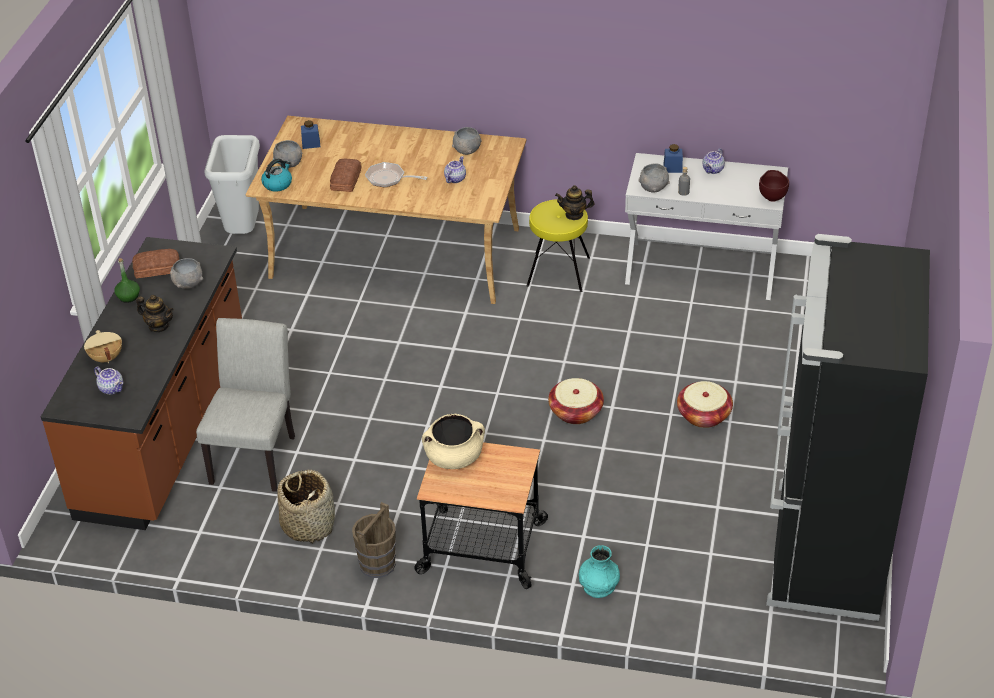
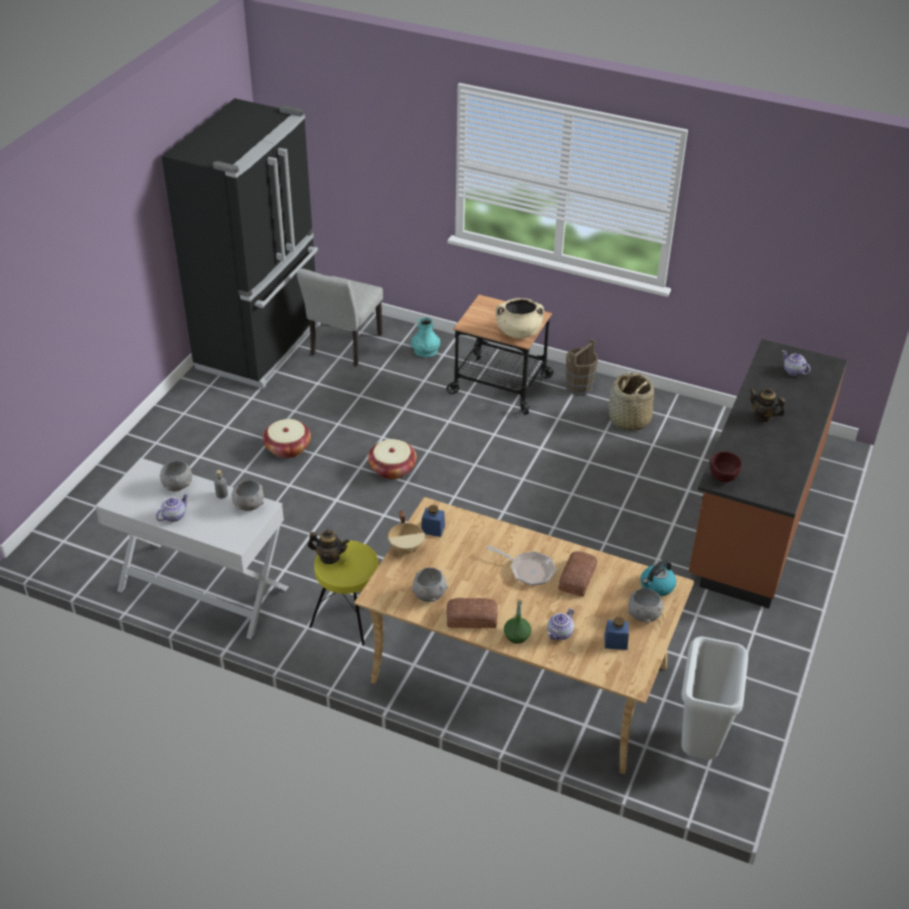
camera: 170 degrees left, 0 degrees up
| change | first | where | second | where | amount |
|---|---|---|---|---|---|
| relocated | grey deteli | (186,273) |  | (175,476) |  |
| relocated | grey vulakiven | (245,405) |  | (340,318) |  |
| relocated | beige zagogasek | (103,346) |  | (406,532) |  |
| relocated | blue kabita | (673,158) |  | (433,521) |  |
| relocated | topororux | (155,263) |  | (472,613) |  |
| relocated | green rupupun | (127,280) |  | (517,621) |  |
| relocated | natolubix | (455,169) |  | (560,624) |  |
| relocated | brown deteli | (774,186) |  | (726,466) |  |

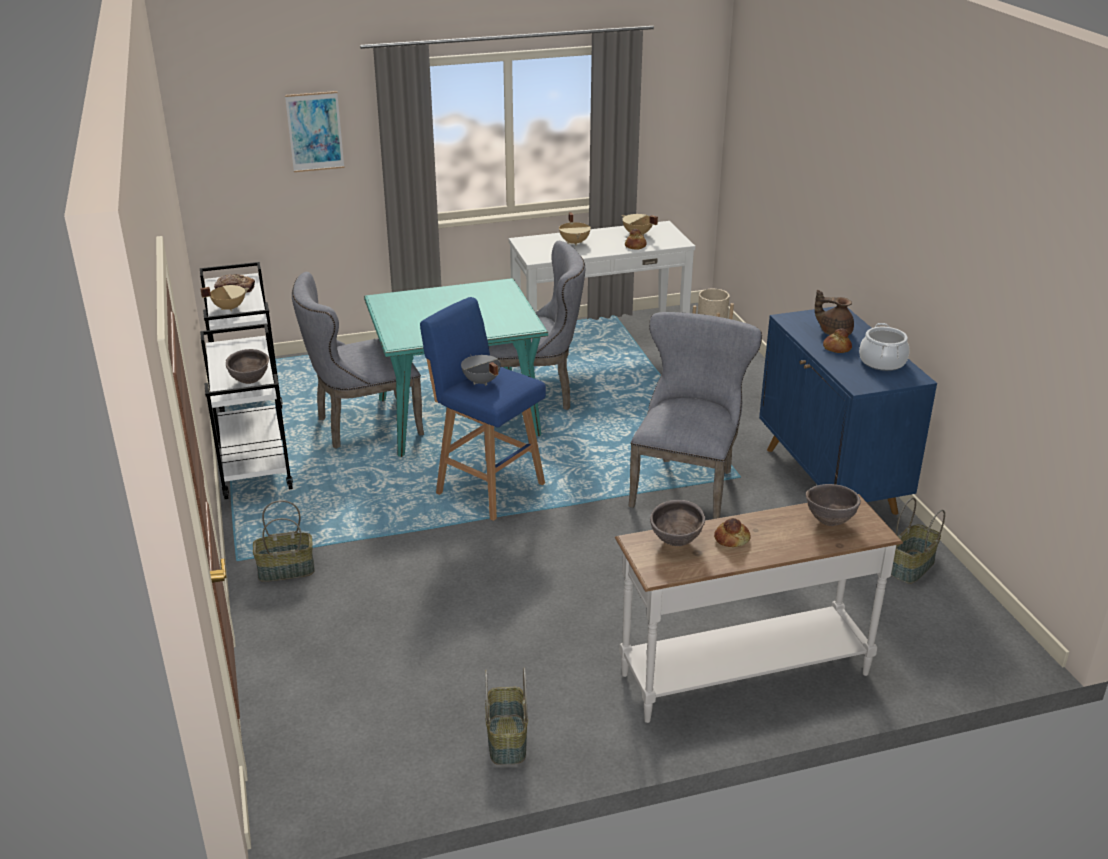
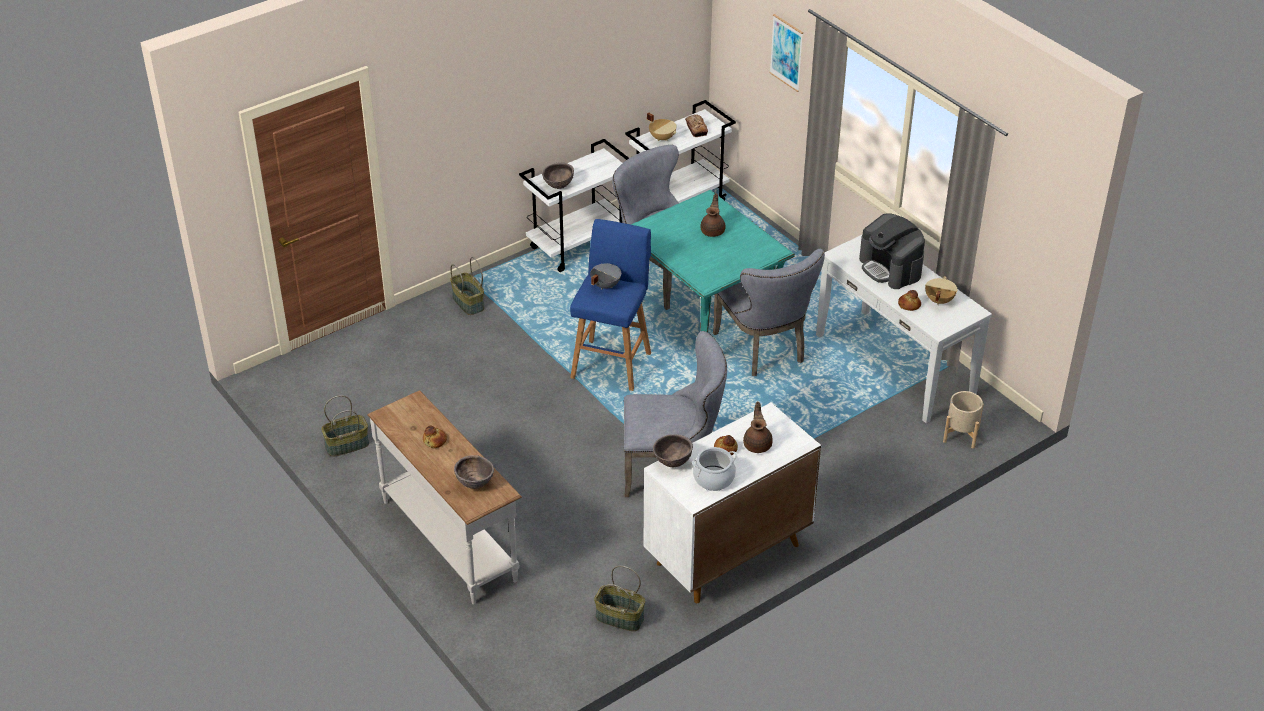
camera: 70 degrees right, 10 degrees up
| change | first | where | second | where | amount |
|---|---|---|---|---|---|
| colour | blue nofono | (848,410) | white nofono | (732,503) |  |
| relocated | brown deteli | (677,523) |  | (673,451) |  |
| appeared |  |  | brown natolubix | (712,215) |  |
| exchanged | beige zagogasek | (575,229) | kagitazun | (892,251) |  |

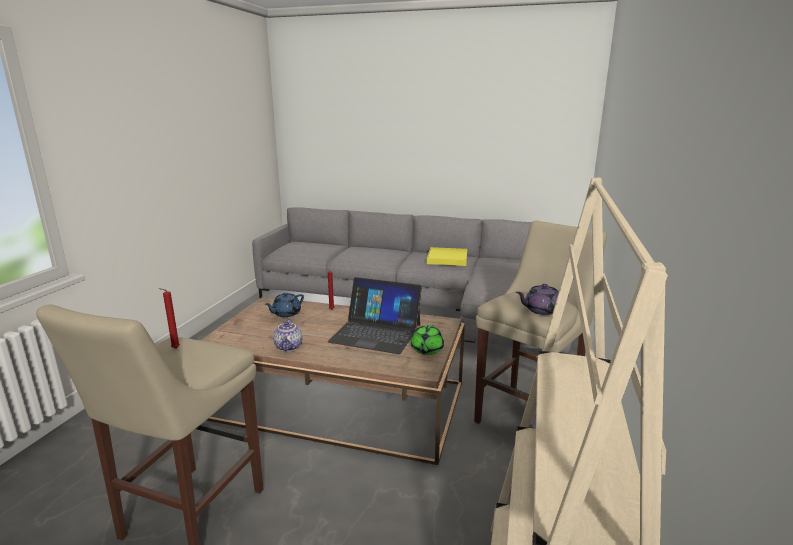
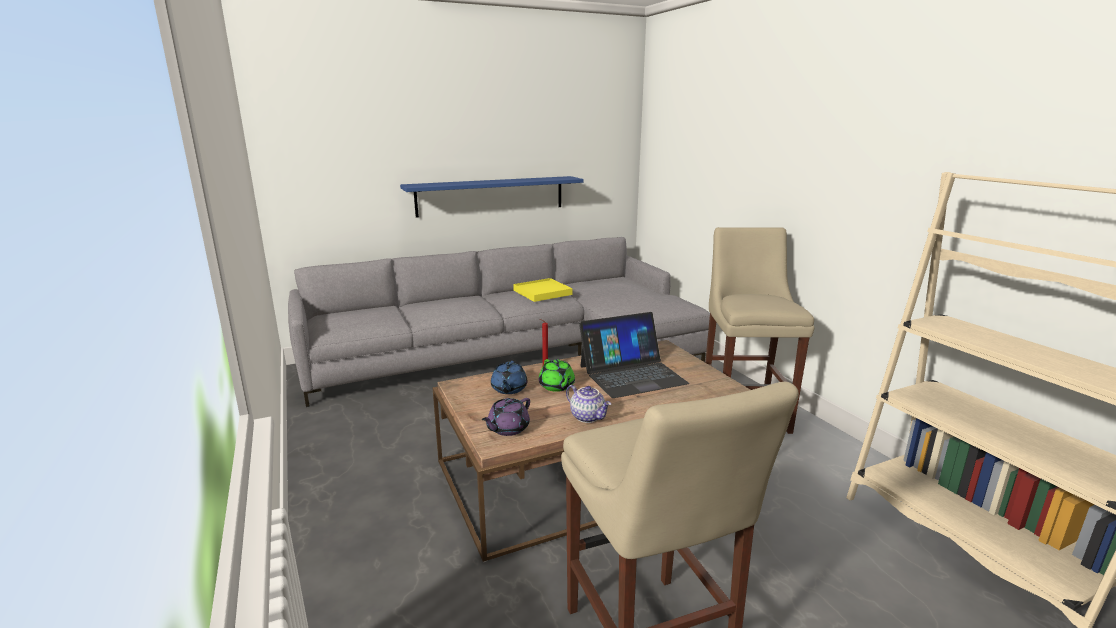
camera: 40 degrees left, 0 degrees up
| change | first | where | second | where | amount |
|---|---|---|---|---|---|
| appeared |  |  | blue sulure | (491,196) |  |
| relocated | purple natolubix | (542,299) |  | (506,417) |  |
| relocated | green natolubix | (427,339) |  | (557,375) |  |
| missing | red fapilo | (169,318) |  |  |  |

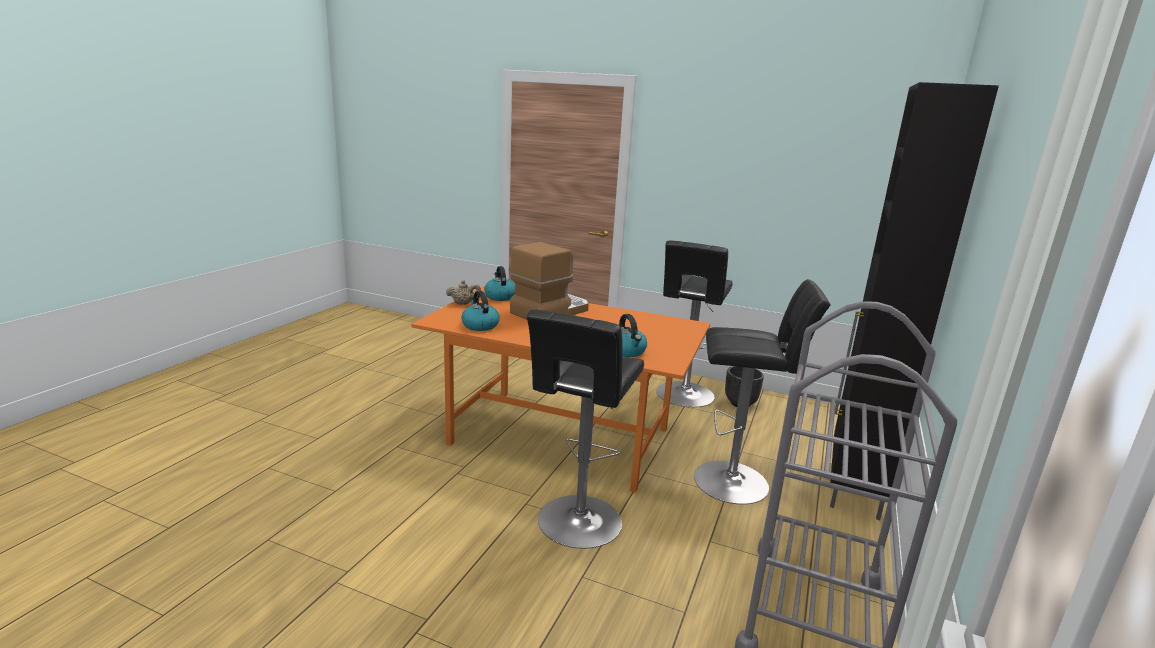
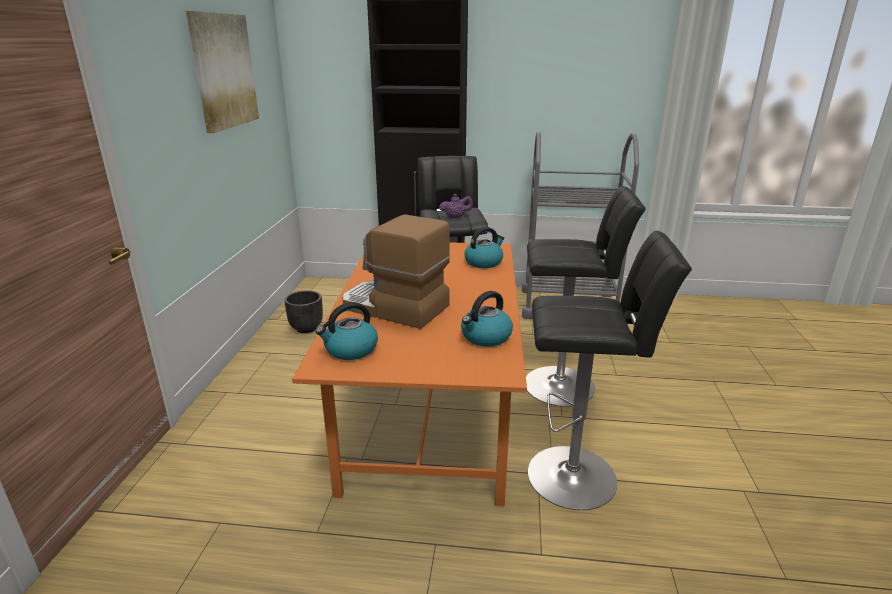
camera: 105 degrees left, 5 degrees up
| change | first | where | second | where | amount |
|---|---|---|---|---|---|
| appeared |  |  | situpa | (222,72) |  |
| appeared |  |  | purple natolubix | (456,206) |  |
| relocated | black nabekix | (694,323) |  | (610,370) |  |
| missing | beige natolubix | (463,292) |  |  |  |

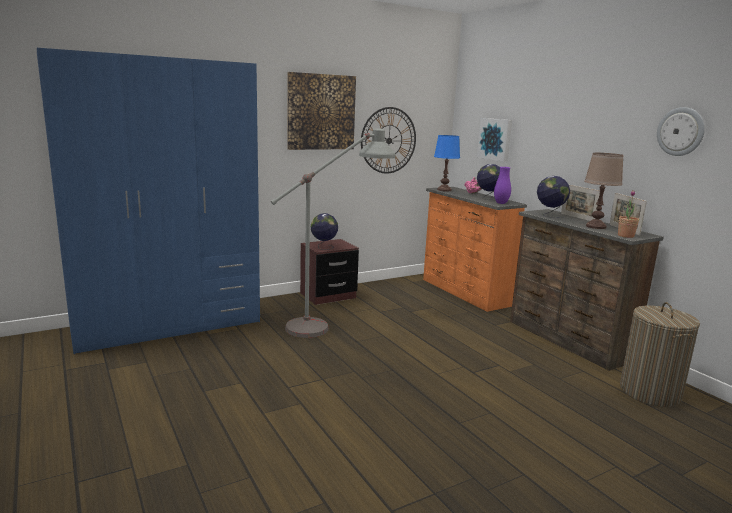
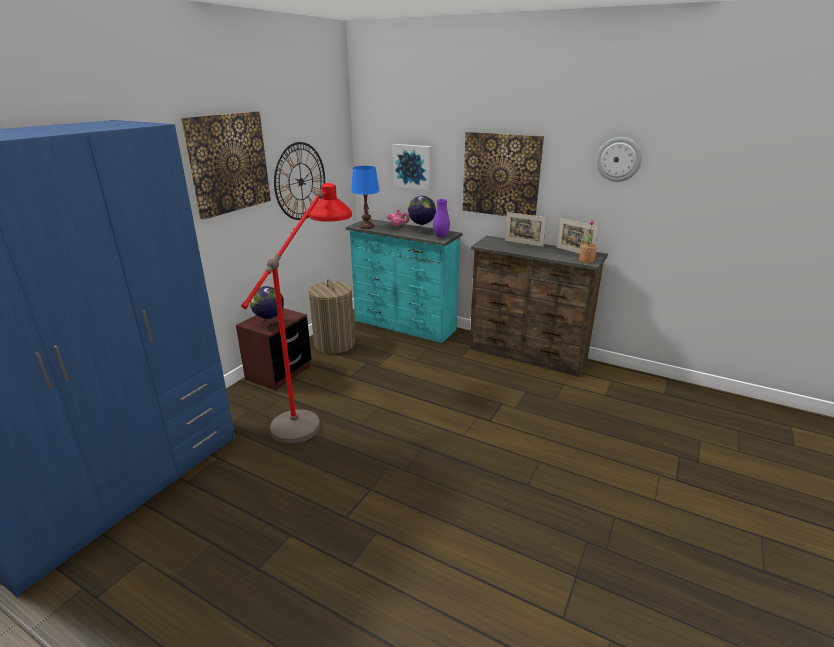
camera: 30 degrees left, 10 degrees up
| change | first | where | second | where | amount |
|---|---|---|---|---|---|
| colour | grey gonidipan | (333,233) | red gonidipan | (296,313) |  |
| relocated | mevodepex | (660,354) |  | (331,316) |  |
| colour | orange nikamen | (475,249) | turquoise nikamen | (404,281) |  |
| appeared |  |  | situpa | (503,174) |  |
| missing | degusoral | (553,197) |  |  |  |
| missing | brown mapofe | (603,191) |  |  |  |

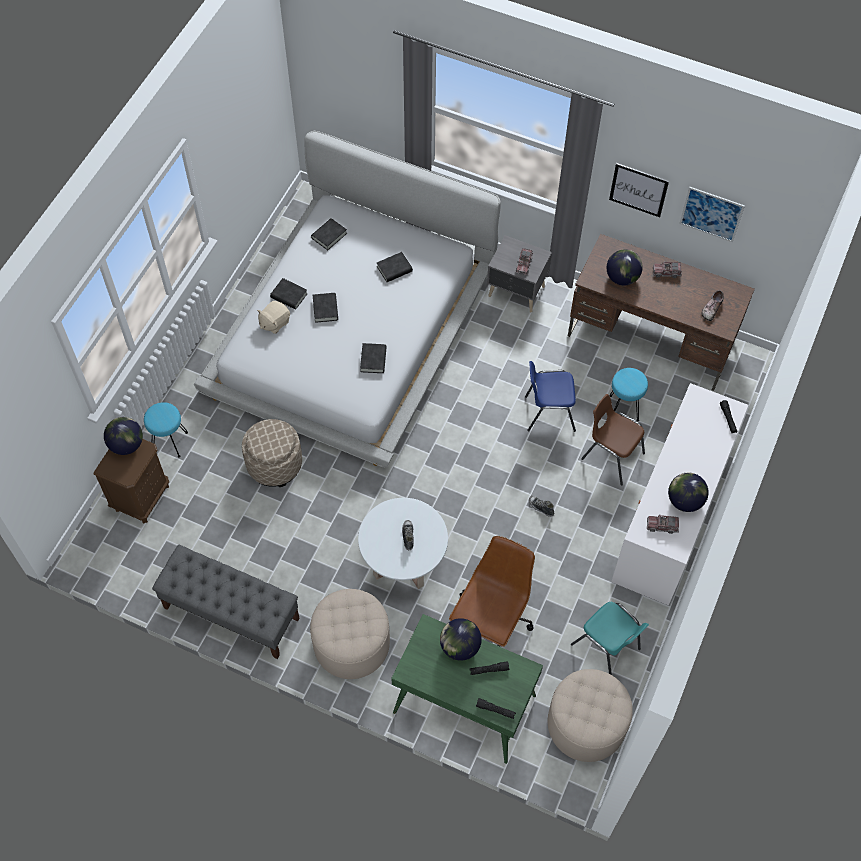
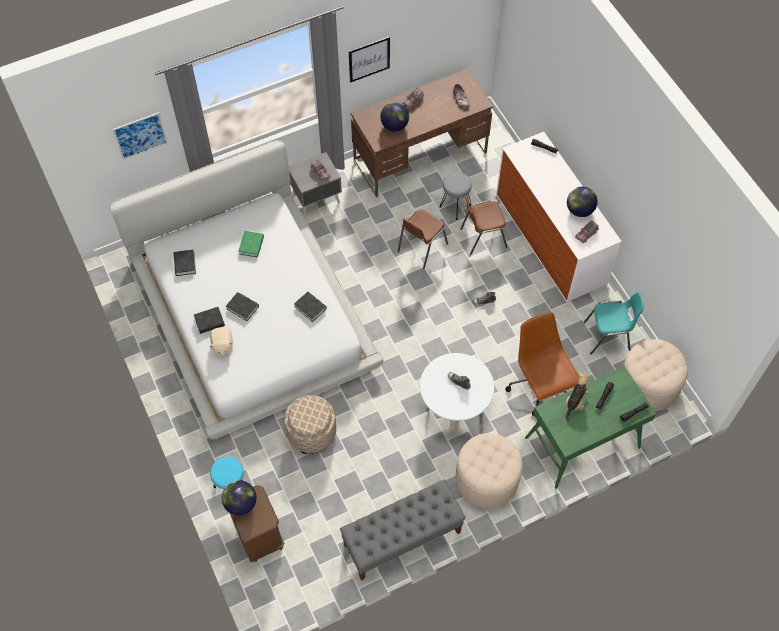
camera: 50 degrees left, 0 degrees up
| change | first | where | second | where | amount |
|---|---|---|---|---|---|
| relocated | situpa | (712,214) |  | (140,136) |  |
| colour | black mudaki | (395,267) | green mudaki | (251,244) |  |
| colour | blue vulakiven | (550,396) | brown vulakiven | (423,239) |  |
| colour | turquoise nabekix | (628,394) | grey nabekix | (455,196) |  |
| exchanged | degusoral | (461,639) | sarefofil | (577,397) |  |

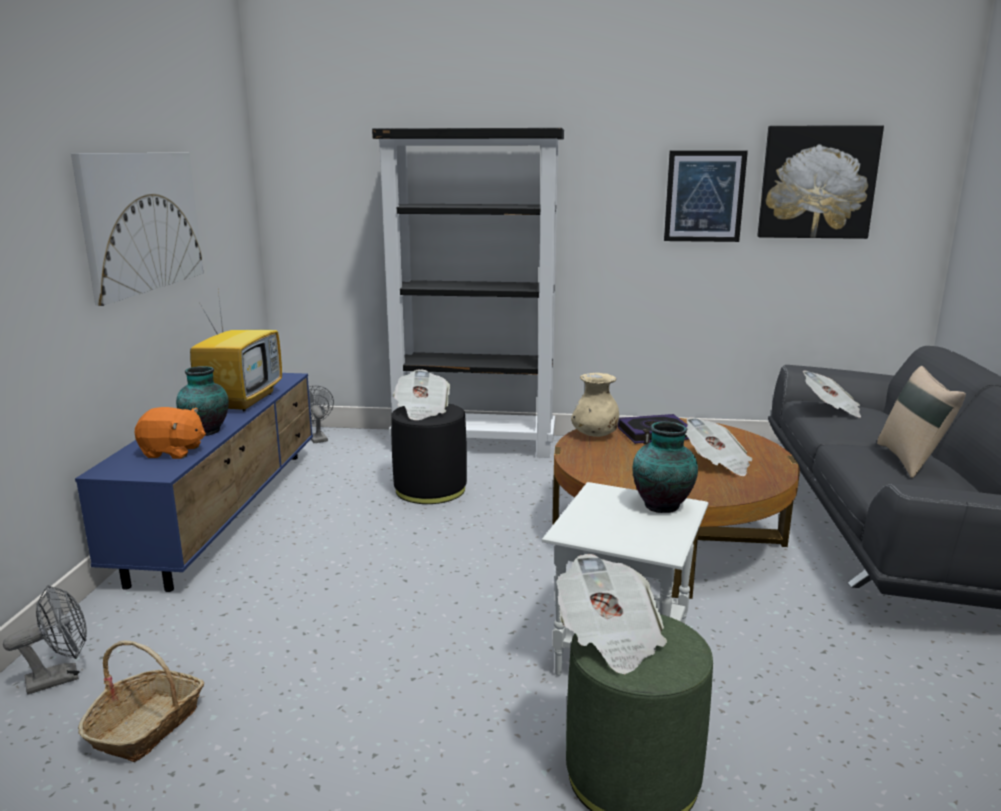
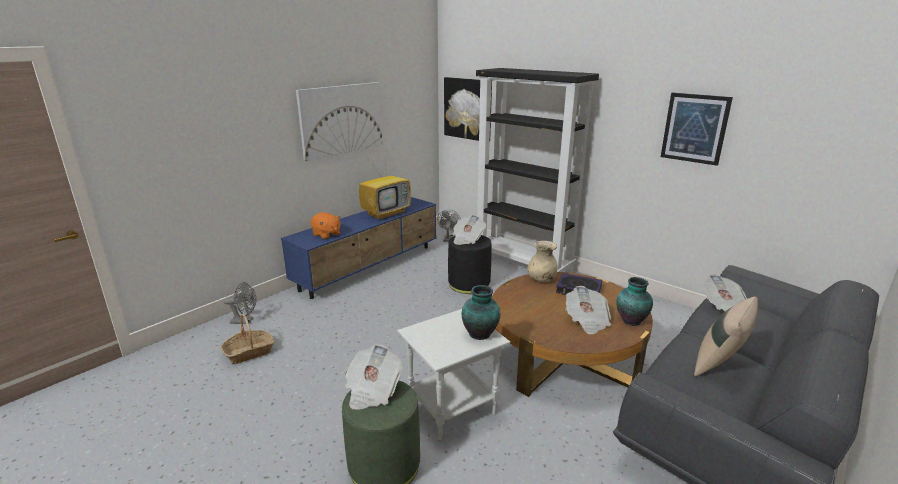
camera: 35 degrees right, 5 degrees up
| change | first | where | second | where | amount |
|---|---|---|---|---|---|
| relocated | situpa | (820,182) |  | (468,109) |  |
| relocated | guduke | (202,401) |  | (635,301) |  |

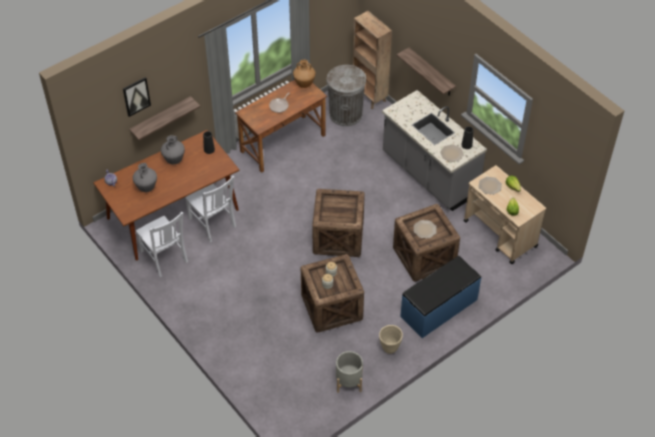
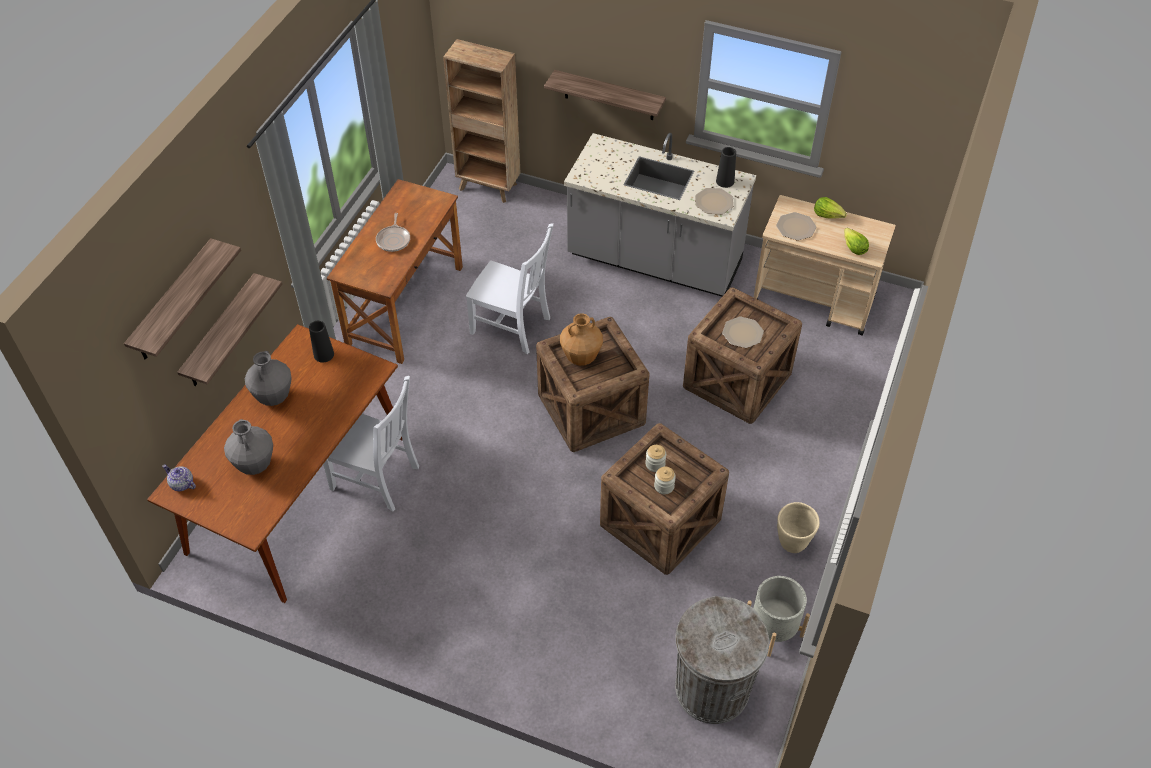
camera: 30 degrees left, 0 degrees up
| change | first | where | second | where | amount |
|---|---|---|---|---|---|
| exchanged | situpa | (137,97) | sulure | (182,299) |  |
| relocated | white vulakiven | (162,244) |  | (510,288) |  |
| relocated | brown guduke | (304,73) |  | (581,339) |  |
| relocated | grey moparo | (346,95) |  | (722,660) |  |
| missing | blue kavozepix | (440,297) |  |  |  |

